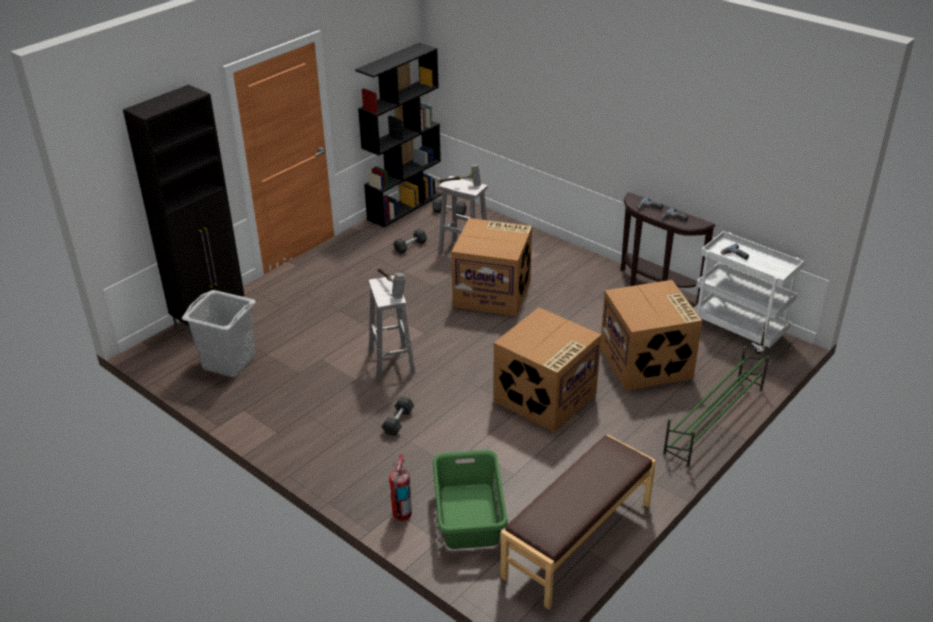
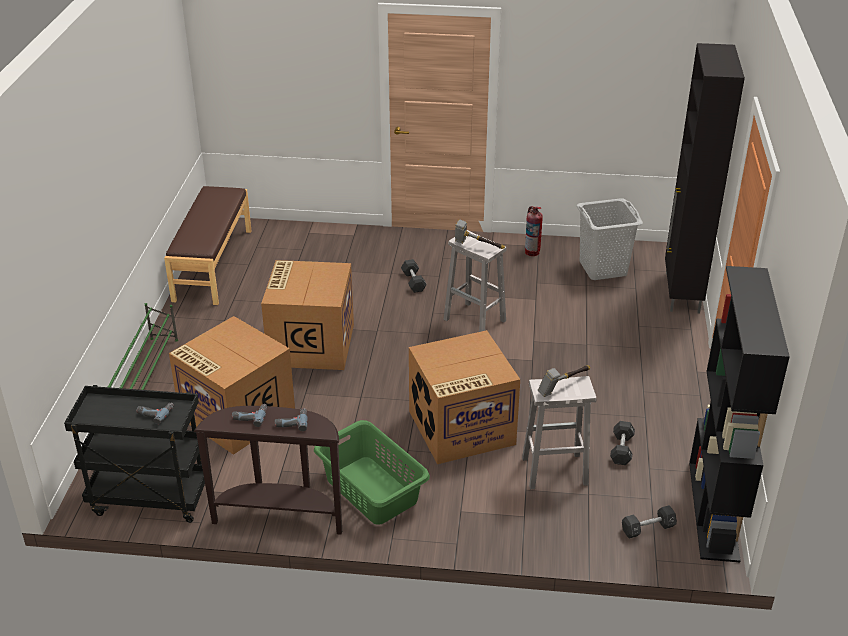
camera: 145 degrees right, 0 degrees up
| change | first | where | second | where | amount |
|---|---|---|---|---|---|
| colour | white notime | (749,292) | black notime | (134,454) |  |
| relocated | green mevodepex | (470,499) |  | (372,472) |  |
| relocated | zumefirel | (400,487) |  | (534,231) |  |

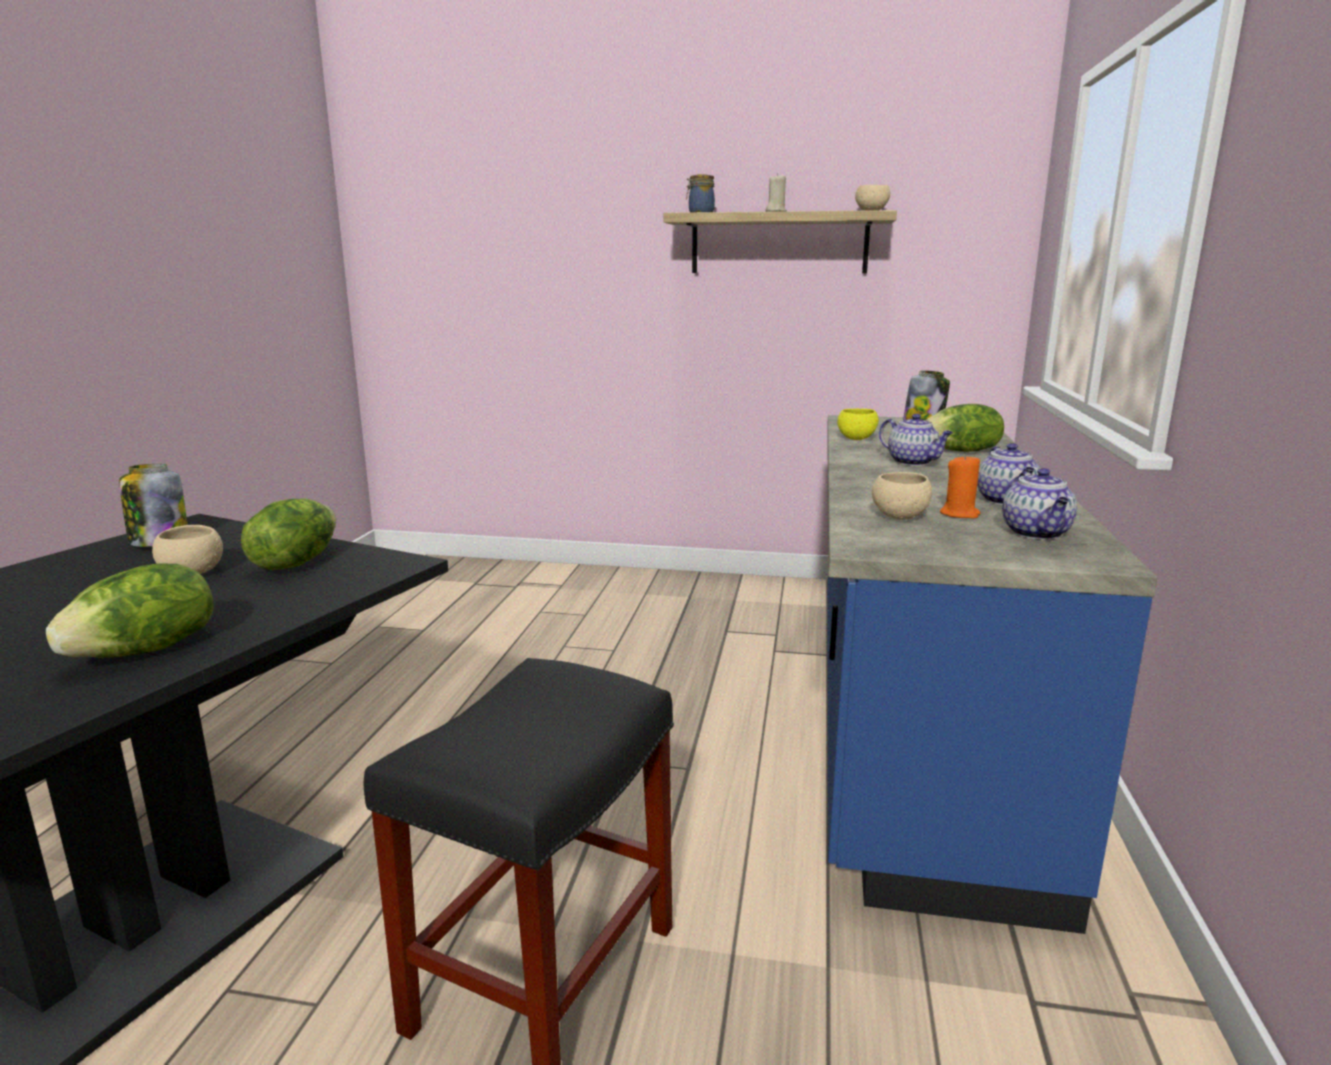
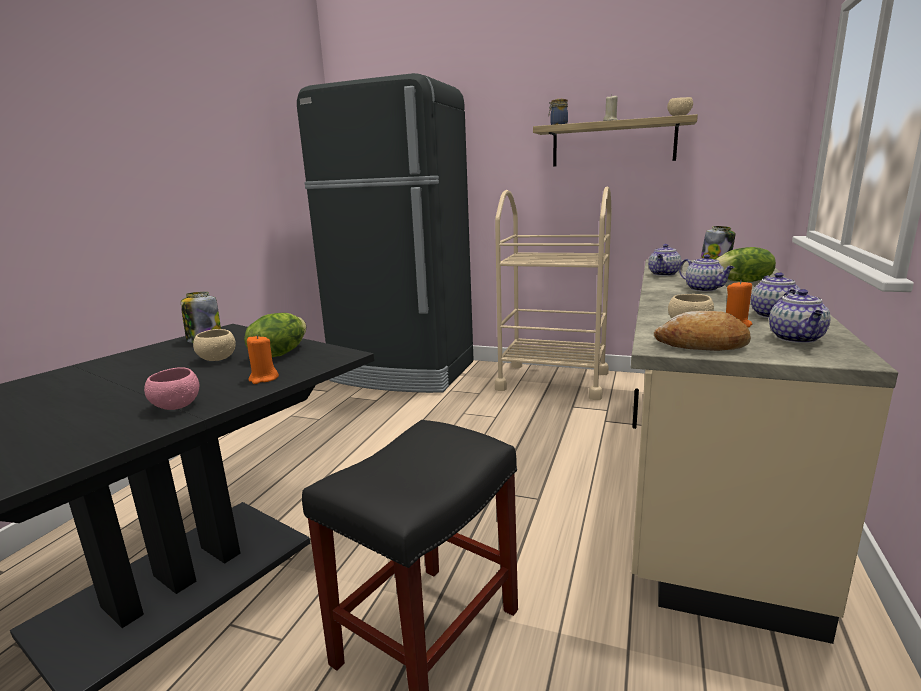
camera: 10 degrees right, 0 degrees up
| change | first | where | second | where | amount |
|---|---|---|---|---|---|
| exchanged | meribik | (130,610) | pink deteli | (171,388) |  |
| appeared |  |  | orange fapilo | (263,359) |  |
| appeared |  |  | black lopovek | (385,233) |  |
| appeared |  |  | beige notime | (553,293) |  |
| colour | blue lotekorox | (992,674) | beige lotekorox | (764,452) |  |
| exchanged | yellow deteli | (858,424) | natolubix | (665,260) |  |
| appeared |  |  | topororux | (702,331) |  |

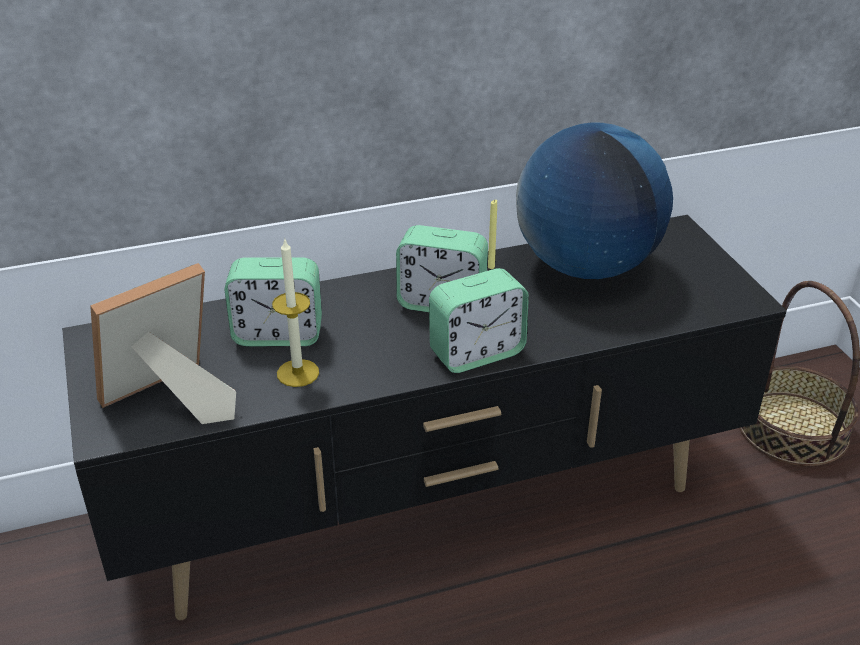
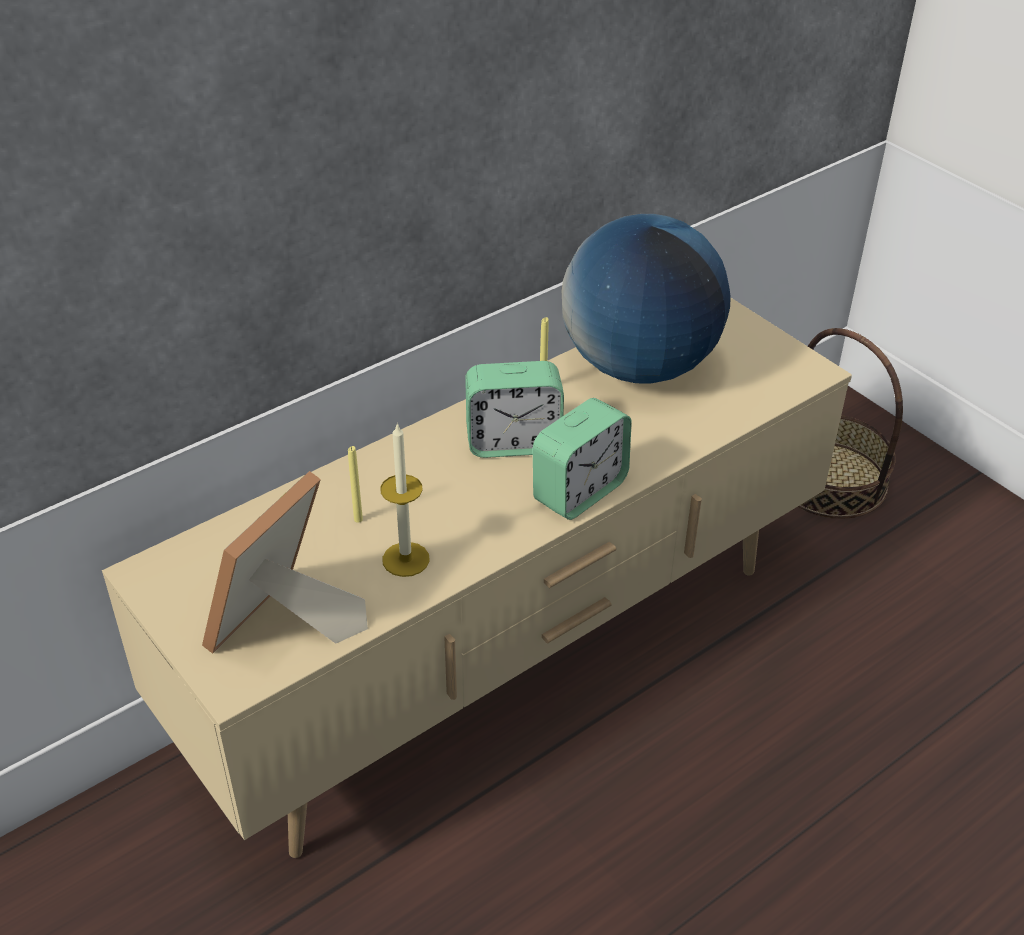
camera: 20 degrees left, 5 degrees up
| change | first | where | second | where | amount |
|---|---|---|---|---|---|
| colour | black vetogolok | (424,417) | beige vetogolok | (477,578) |  |
| exchanged | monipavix | (273,301) | yellow fapilo | (355,484) |  |

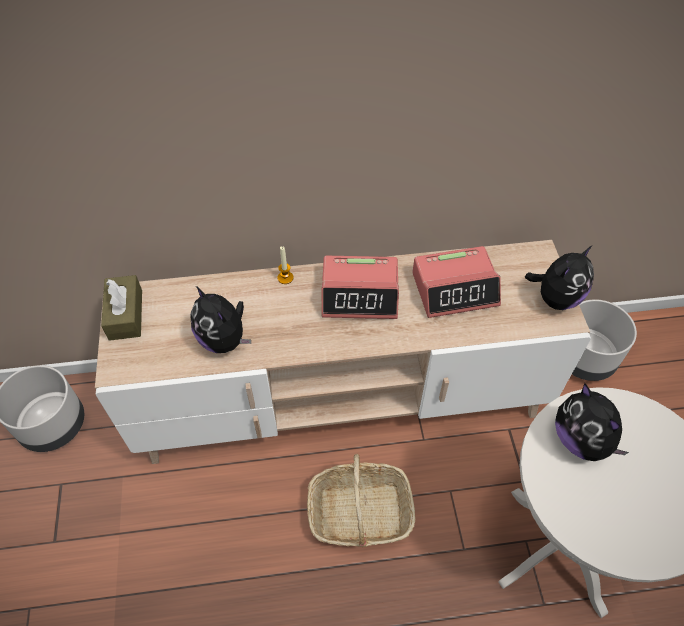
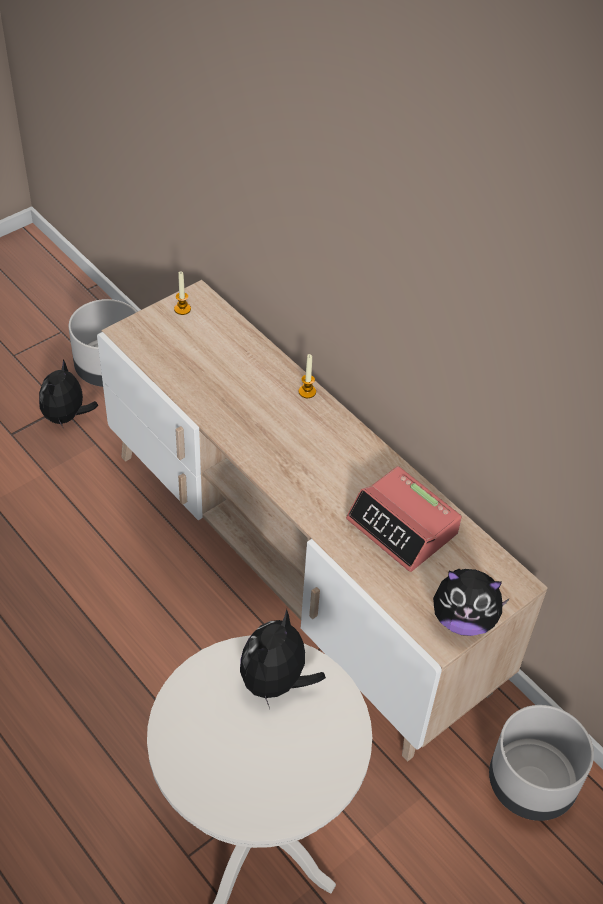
camera: 55 degrees right, 5 degrees down
| change | first | where | second | where | amount |
|---|---|---|---|---|---|
| relocated | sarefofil | (220,319) |  | (69,394) |  |
| exchanged | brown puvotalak | (121,308) | fapilo | (182,293) |  |
| missing | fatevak | (361,500) |  |  |  |
| missing | monipavix | (360,287) |  |  |  |

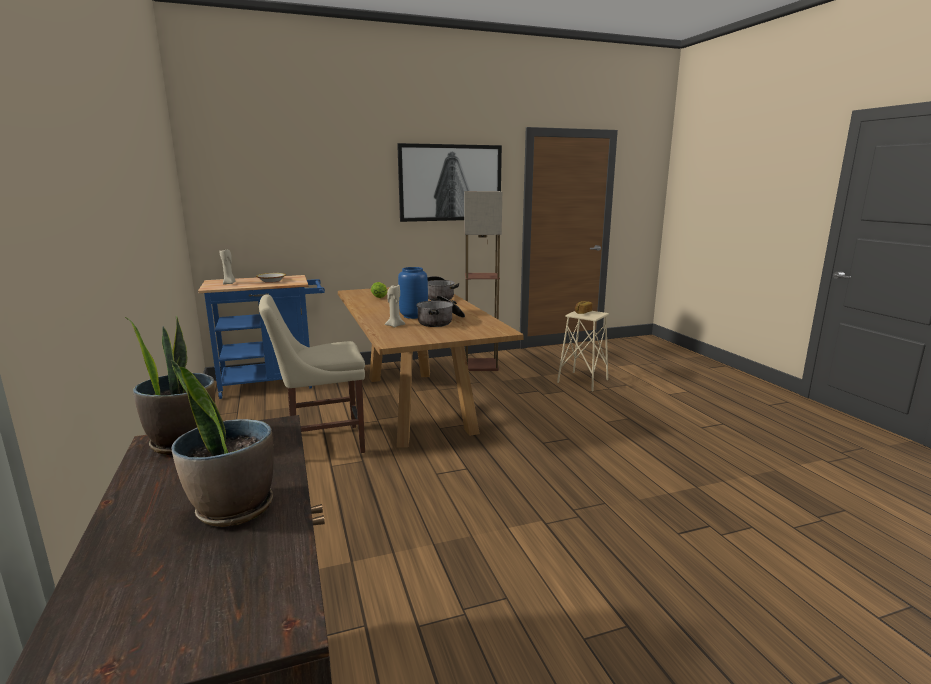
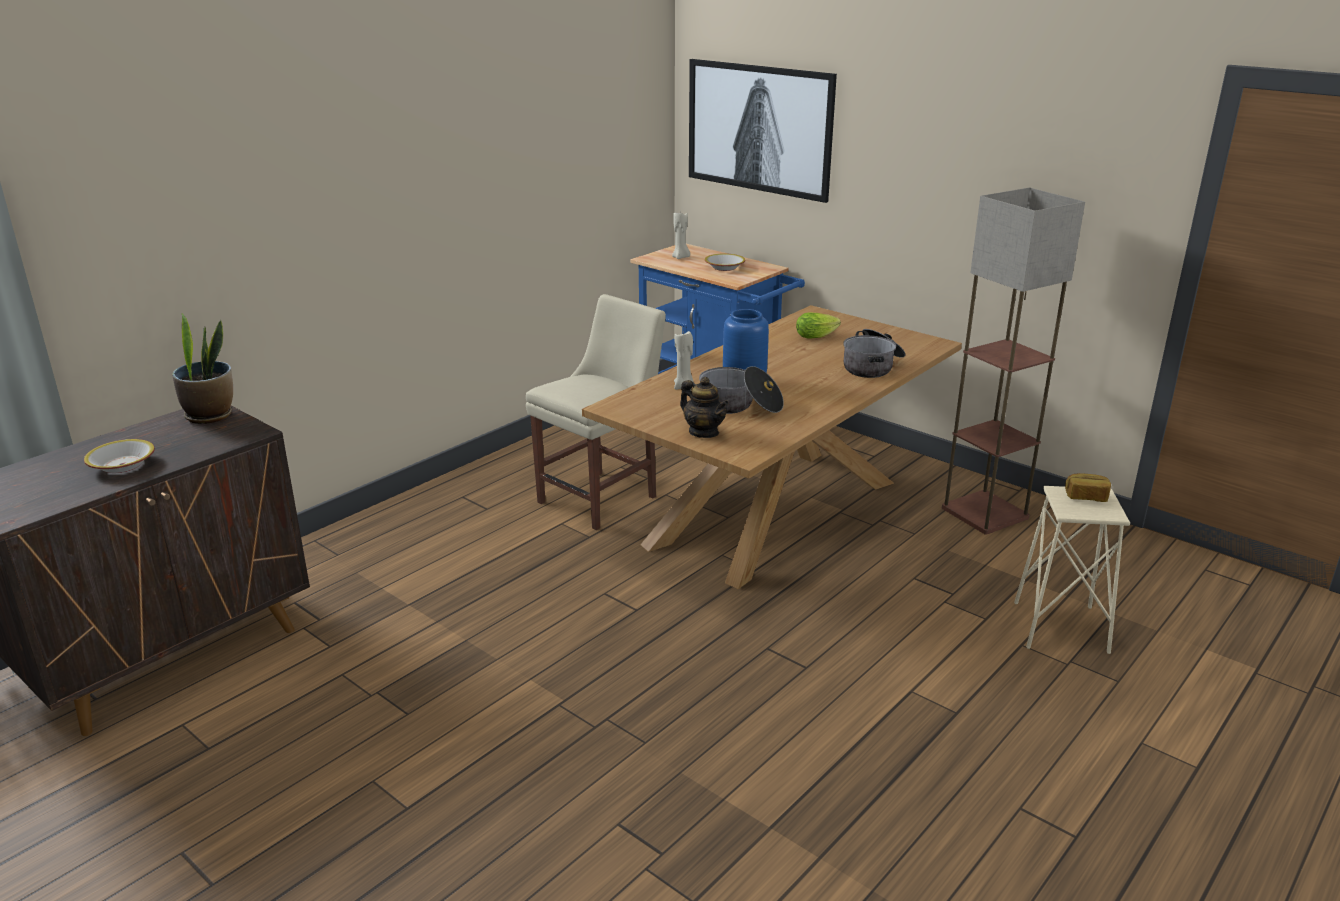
camera: 60 degrees right, 10 degrees up
| change | first | where | second | where | amount |
|---|---|---|---|---|---|
| exchanged | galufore | (222,443) | deteli | (119,456) |  |
| spun | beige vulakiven | (312,373) |  | (596,412) | 90 degrees clockwise |
| appeared |  |  | natolubix | (704,407) |  |
| relocated | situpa | (449,182) |  | (763,131) |  |

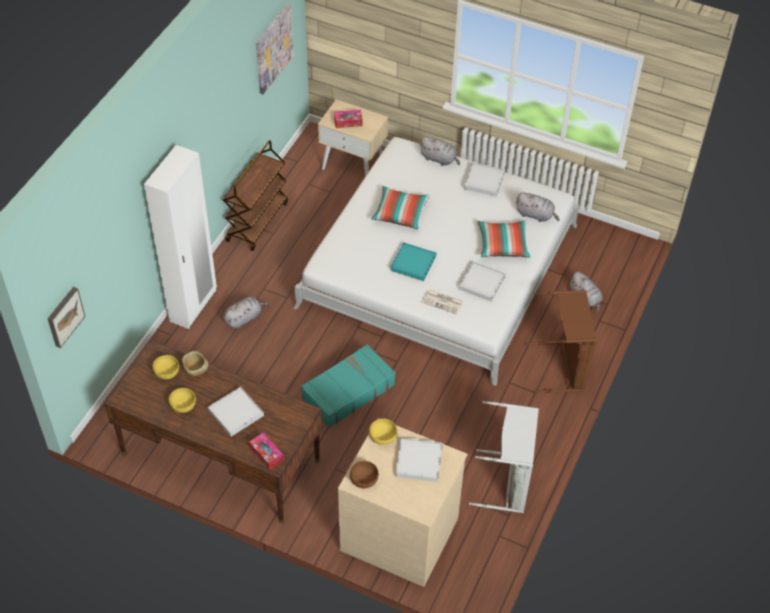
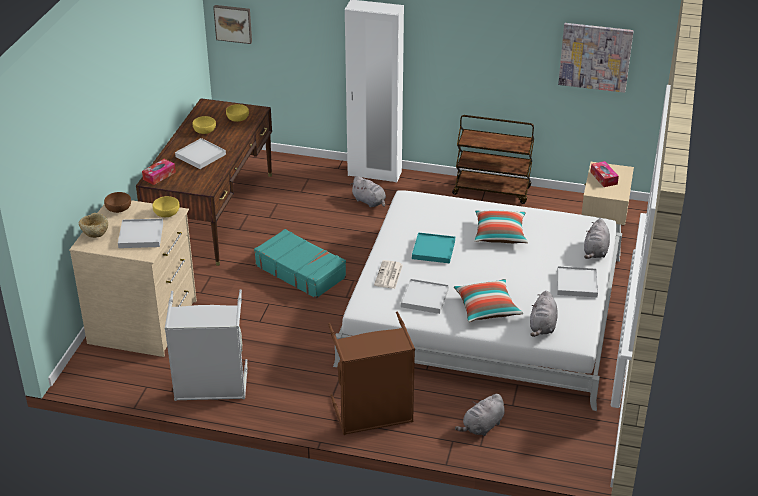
camera: 80 degrees right, 15 degrees down
| change | first | where | second | where | amount |
|---|---|---|---|---|---|
| relocated | beige deteli | (195,363) |  | (93,225) |  |

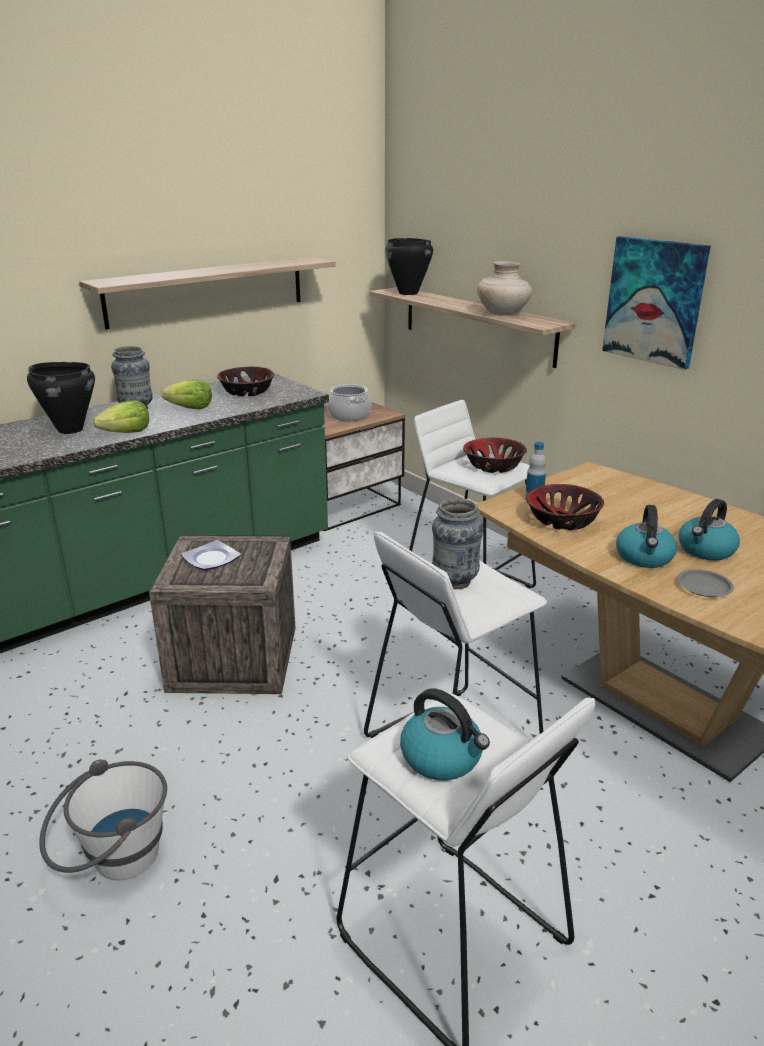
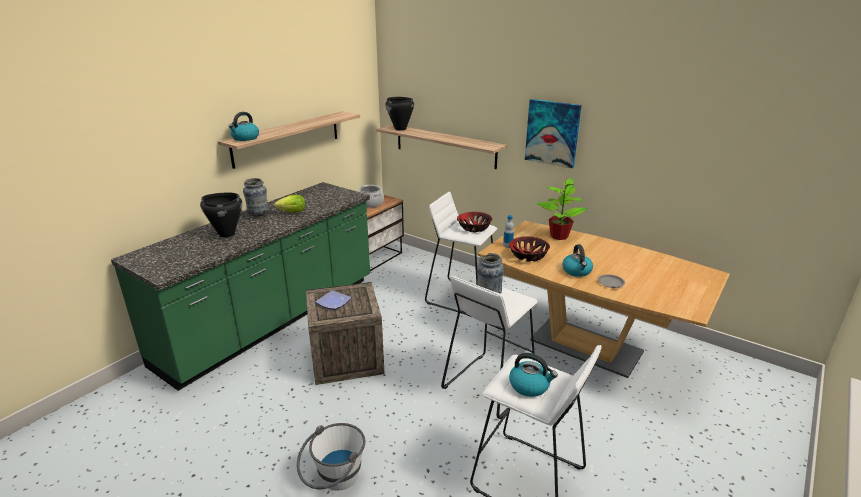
camera: 15 degrees left, 0 degrees up
| change | first | where | second | where | amount |
|---|---|---|---|---|---|
| relocated | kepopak | (709,530) |  | (243,126) |  |
| appeared |  |  | galufore | (562,209) |  |
| missing | meribik | (121,416) |  |  |  |
| missing | deteli | (245,381) |  |  |  |
| missing | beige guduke | (504,288) |  |  |  |

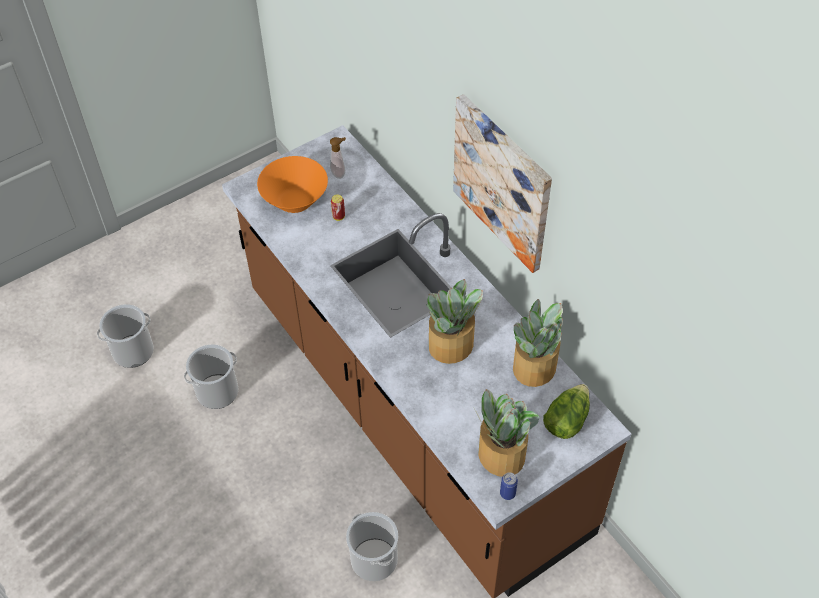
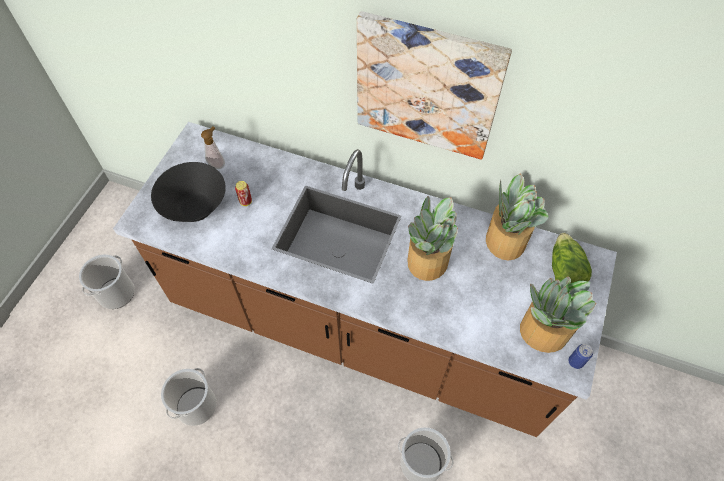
camera: 35 degrees left, 5 degrees up
| change | first | where | second | where | amount |
|---|---|---|---|---|---|
| relocated | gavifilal | (125,336) |  | (106,281) |  |
| colour | orange deteli | (292,184) | black deteli | (188,192) |  |

